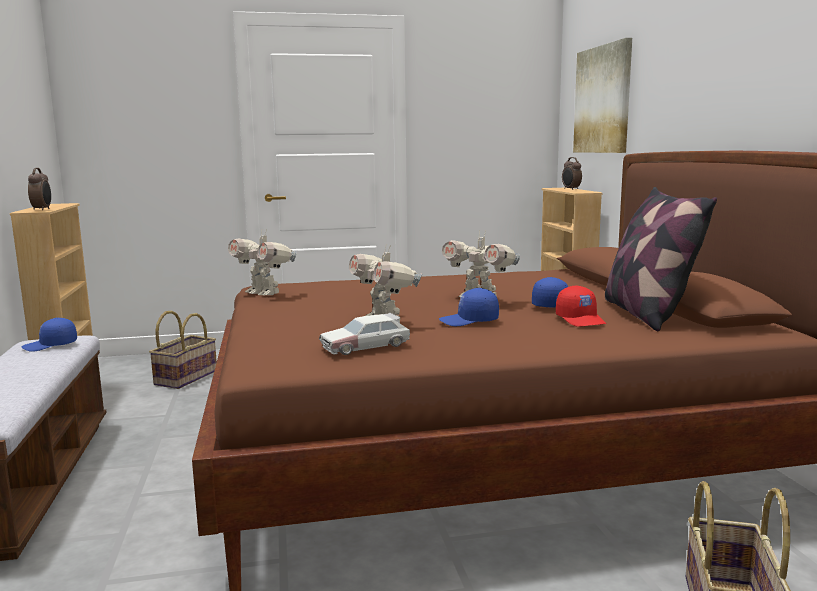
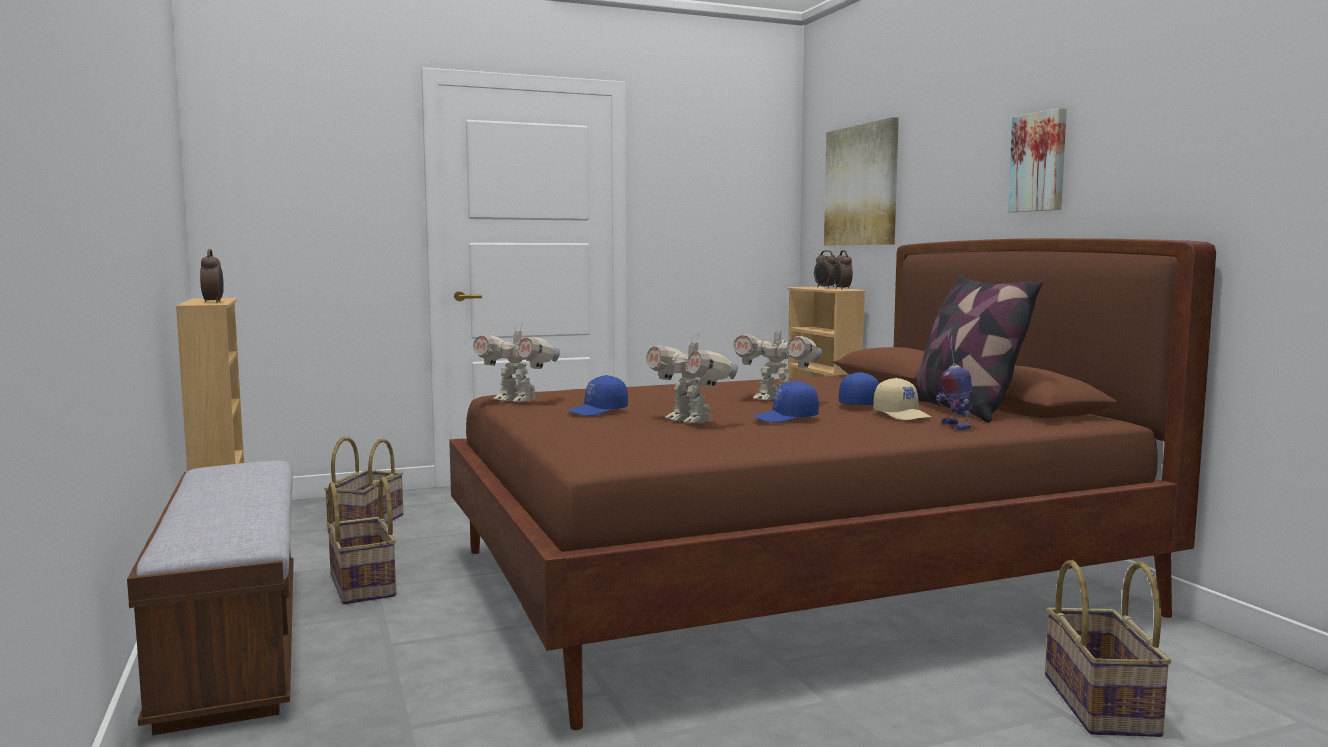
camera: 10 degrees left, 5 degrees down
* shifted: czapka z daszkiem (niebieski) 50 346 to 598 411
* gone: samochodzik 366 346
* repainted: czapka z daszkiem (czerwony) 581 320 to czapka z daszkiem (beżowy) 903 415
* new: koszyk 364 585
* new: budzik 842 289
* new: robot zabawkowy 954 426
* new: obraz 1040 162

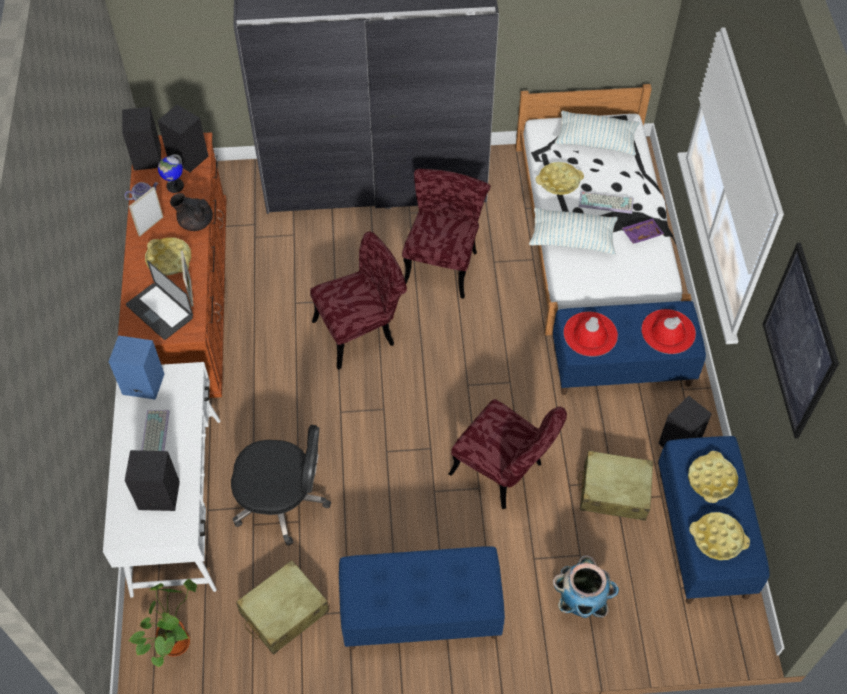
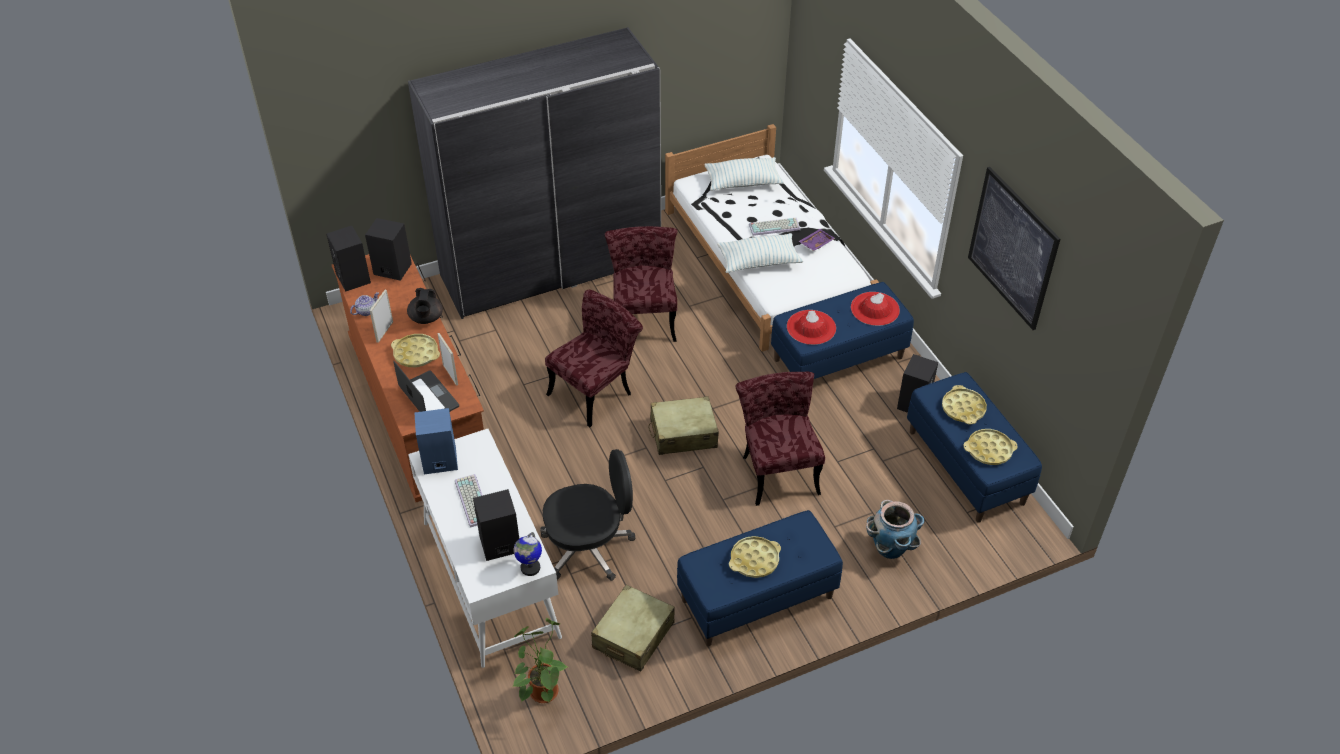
camera: 20 degrees left, 10 degrees down
* rotated: laptop 160 312 = 429 397 150 degrees counterclockwise
* shifted: globus 175 186 to 530 568
* rotated: imbryk (czarny) 195 222 = 426 318 90 degrees counterclockwise
* rotated: krzesło (czerwony) 504 473 = 777 468 120 degrees counterclockwise
* shifted: taca (żółty) 559 181 to 754 560
* shifted: walizka (beżowy) 614 491 to 683 433

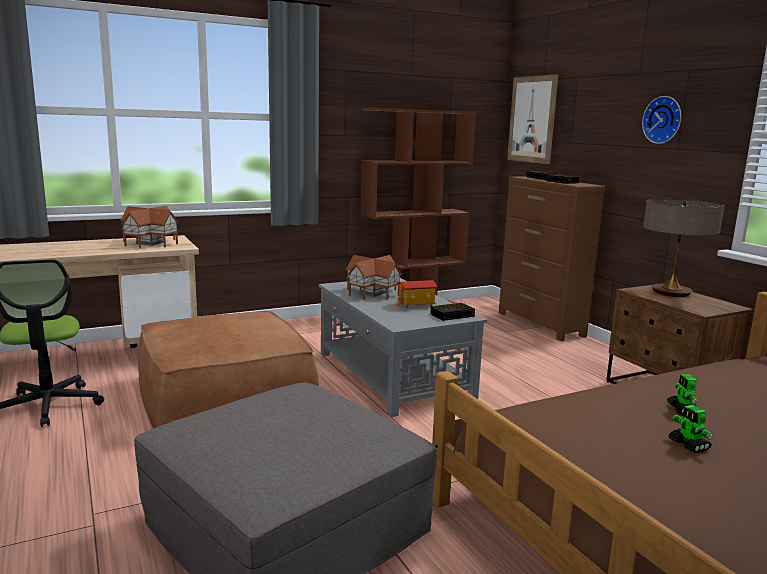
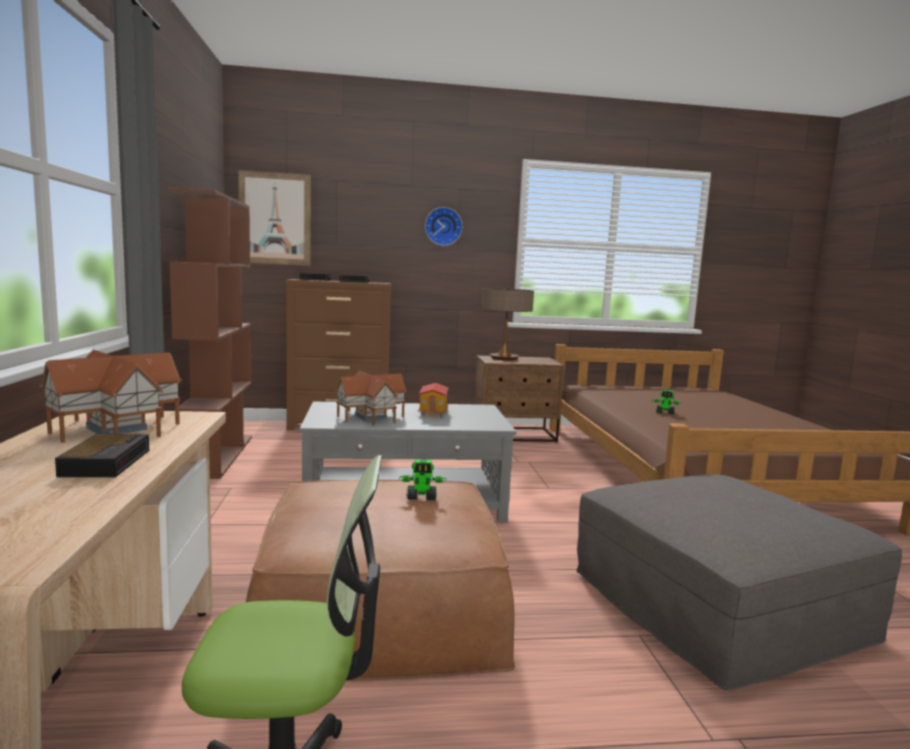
camera: 70 degrees left, 5 degrees down
* shifted: budzik 453 315 to 107 462
* shifted: robot zabawkowy 689 445 to 421 497

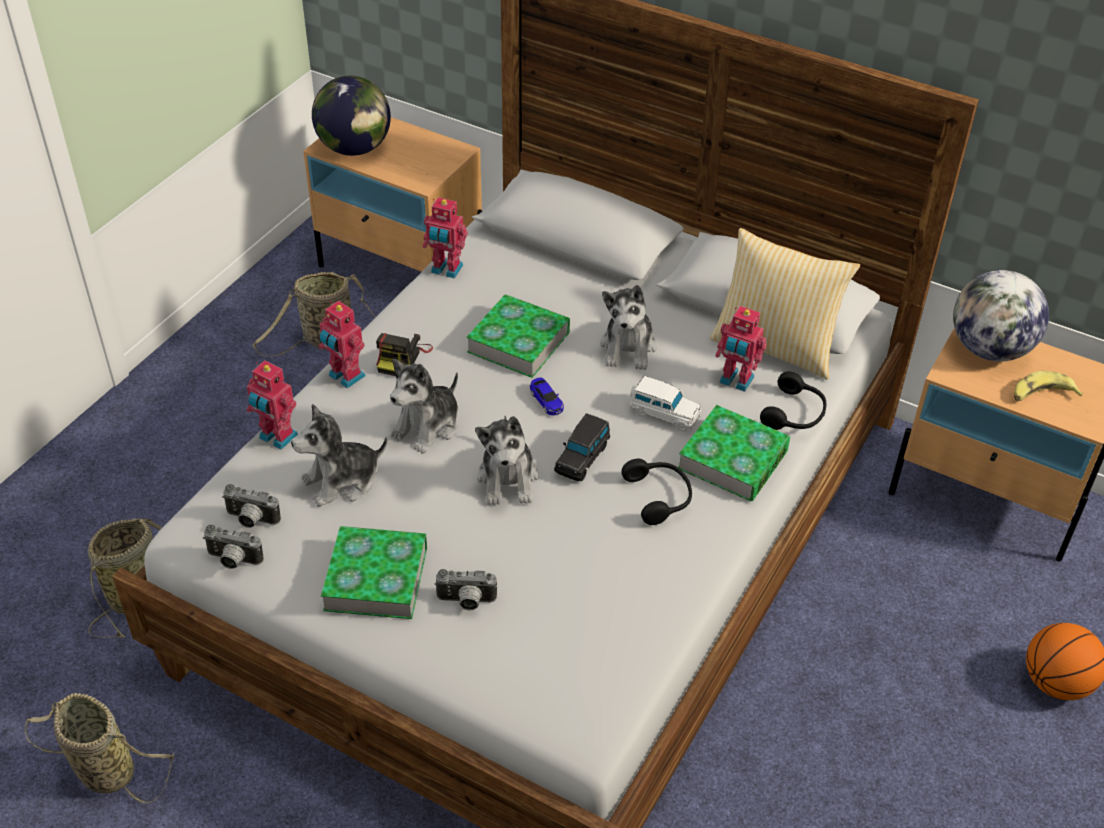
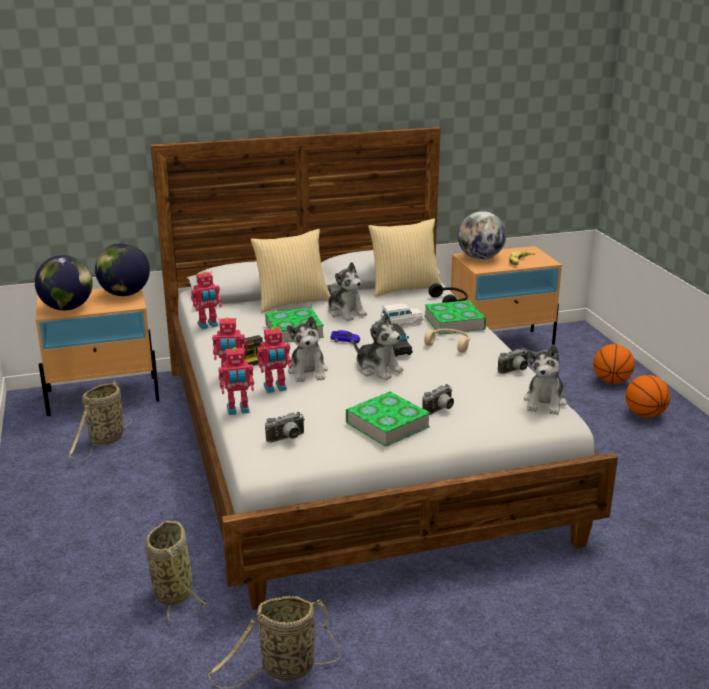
camera: 45 degrees left, 20 degrees down
* shifted: aparat fotograficzny 233 561 to 515 371
* shifted: pluszak 342 481 to 545 402
* repainted: słuchawki (czarny) 659 497 to słuchawki (beżowy) 449 344
* shifted: robot zabawkowy 735 381 to 275 388
* new: globus 124 294
* new: poduszka 291 302
* new: piłka do koszykówki 644 415

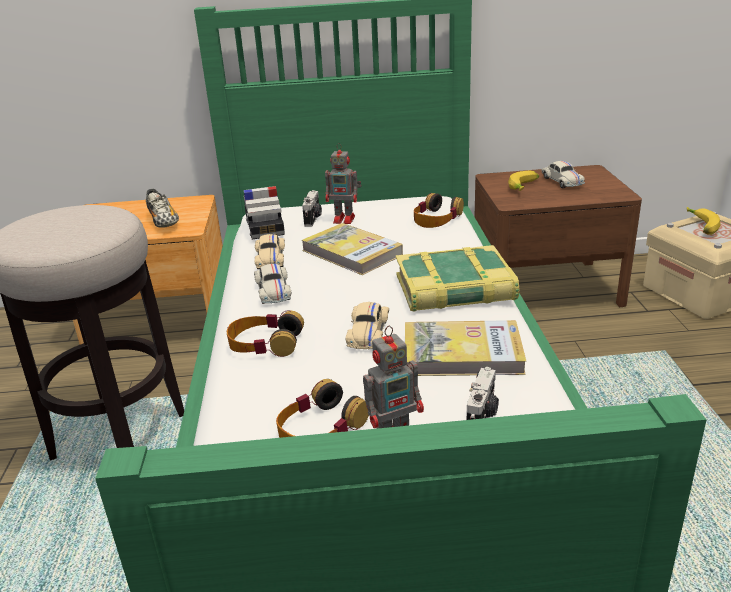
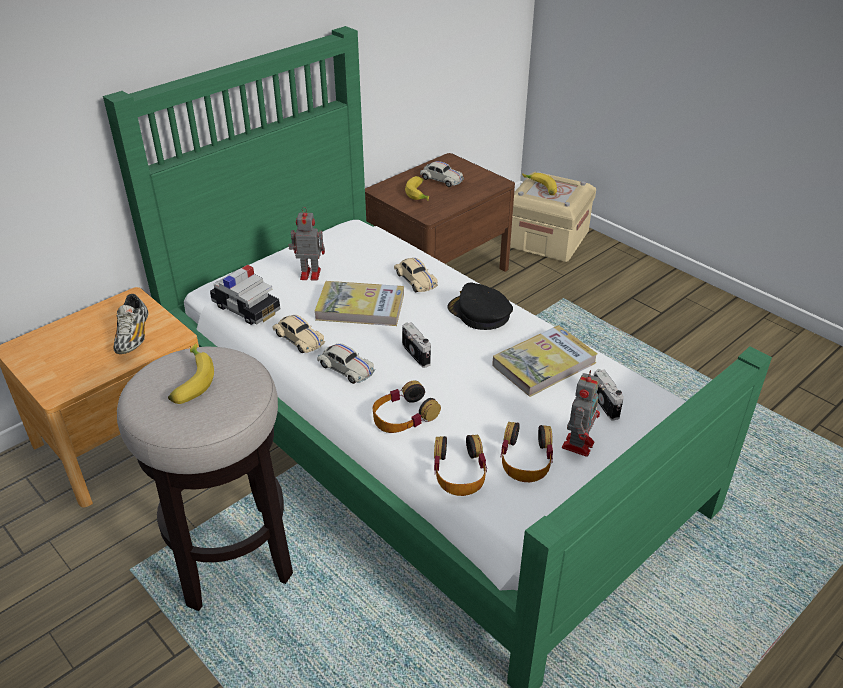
camera: 40 degrees left, 10 degrees up
* rotated: but 163 222 = 133 337 60 degrees clockwise
* shifted: aparat fotograficzny 313 219 to 417 354
* rotated: robot zabawkowy 345 219 = 309 274 150 degrees counterclockwise
* shifted: samochodzik (beżowy) 368 333 to 415 280
* swapped: książka 455 289 to czapka z daszkiem (czarny) 479 313
* shifted: słuchawki 436 218 to 459 471
* new: banan 190 381

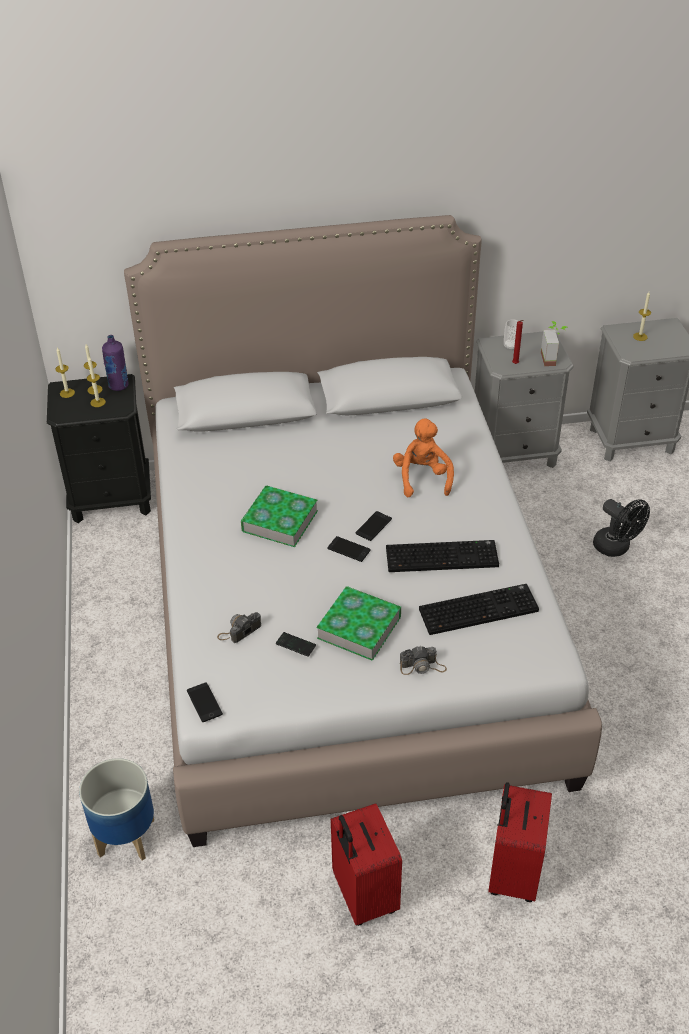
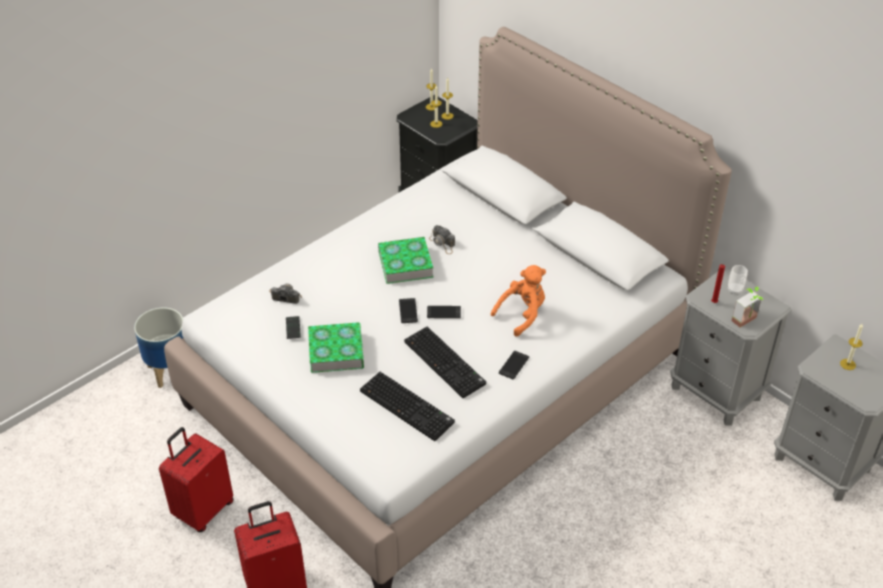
camera: 55 degrees right, 0 degrees up
* gone: butelka (fioletowy) 118 386
* shifted: telefon 204 702 to 514 365
* shifted: aparat fotograficzny 422 666 to 442 243
* gone: wentylator (czarny) 616 548

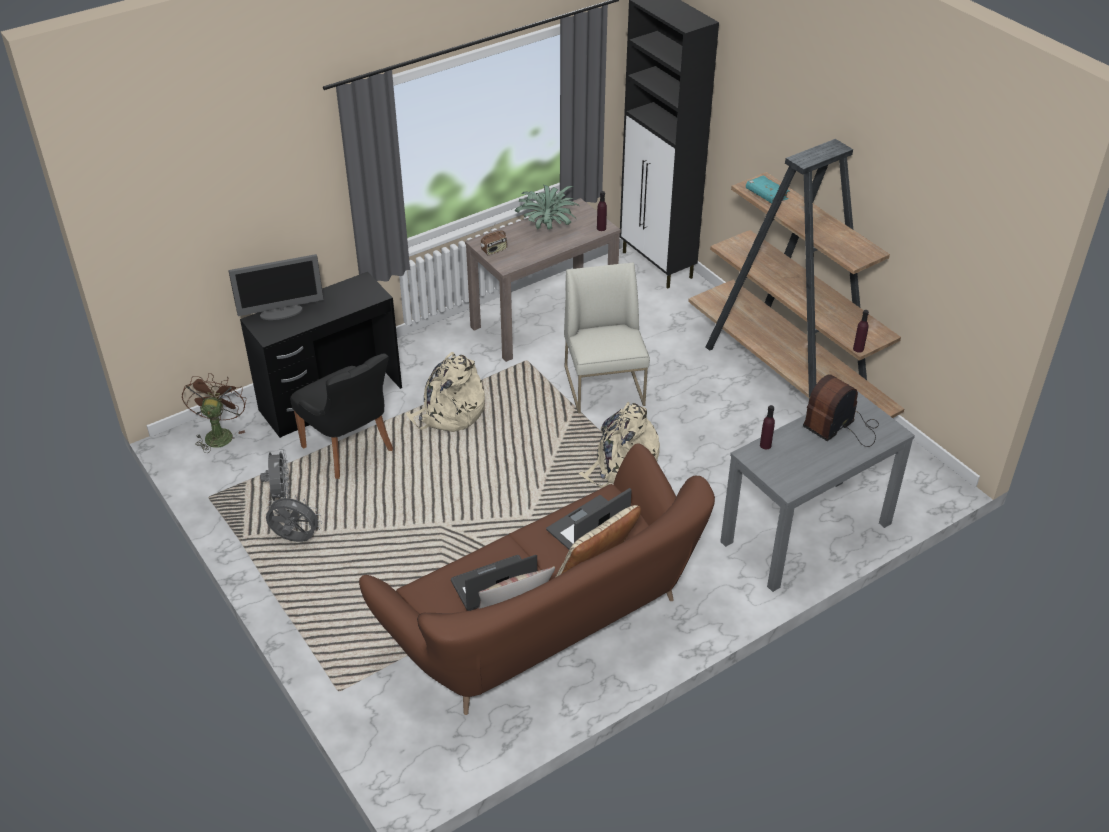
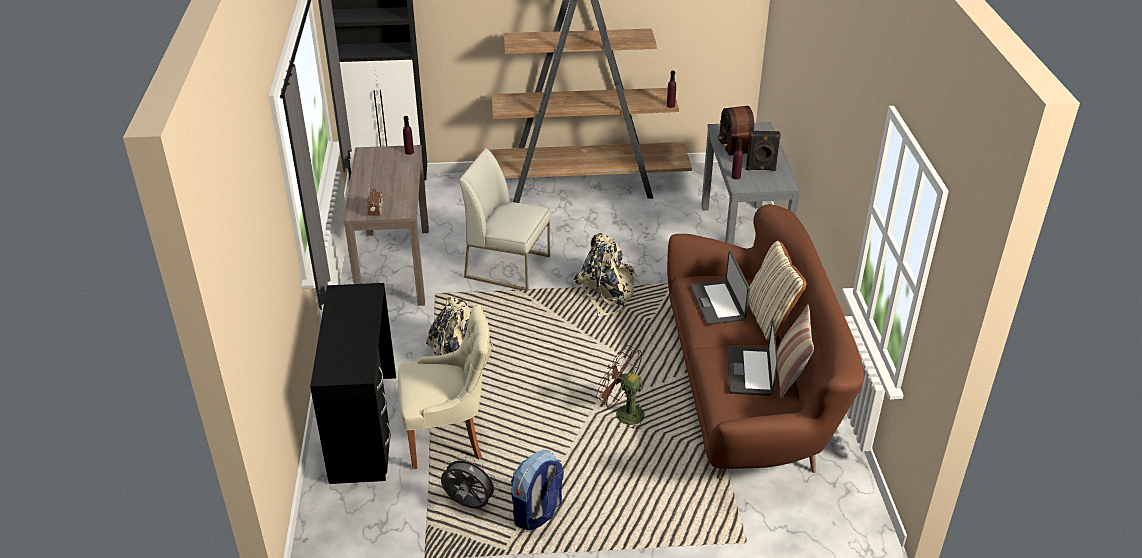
camera: 60 degrees left, 5 degrees down
* shifted: wentylator (brązowy) 219 434 to 623 413
* gone: monitor 281 313
* swapped: wentylator (szary) 295 539 to plecak 537 513
* repainted: krzesło (czarny) 350 450 to krzesło (beżowy) 448 437
* gone: roślina doniczkowa 548 227
* gone: książka (turkusowy) 766 195
* new: głośnik (czarny) 760 169

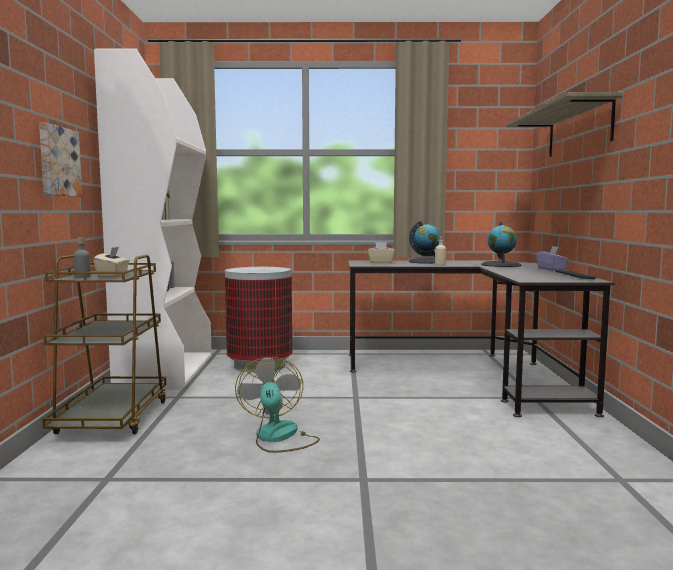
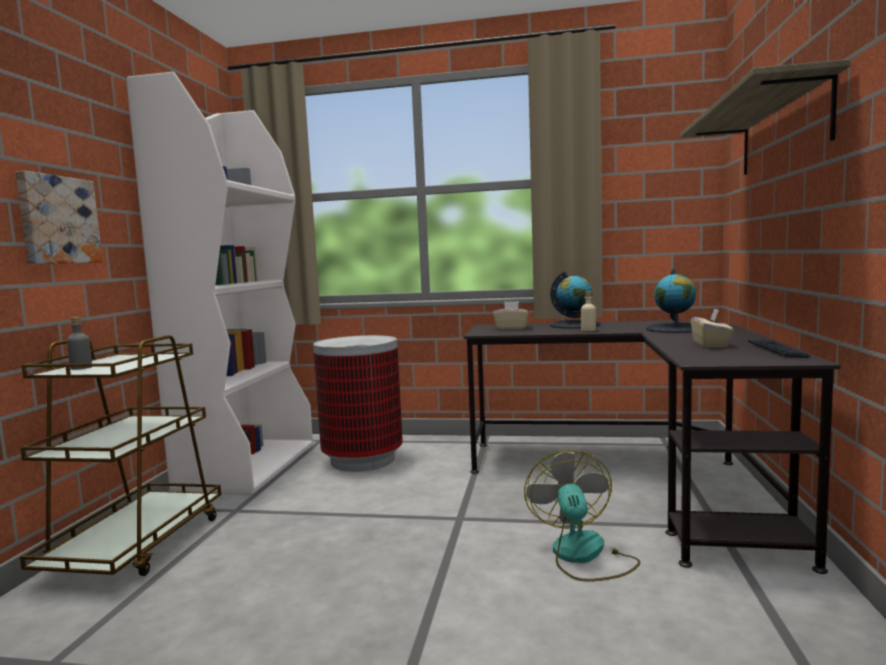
camera: 10 degrees right, 0 degrees up
* shifted: pudełko chusteczek (beżowy) 113 275 to 711 344
* shifted: wentylator 278 437 to 583 556
* gone: pudełko chusteczek (fioletowy) 551 269

